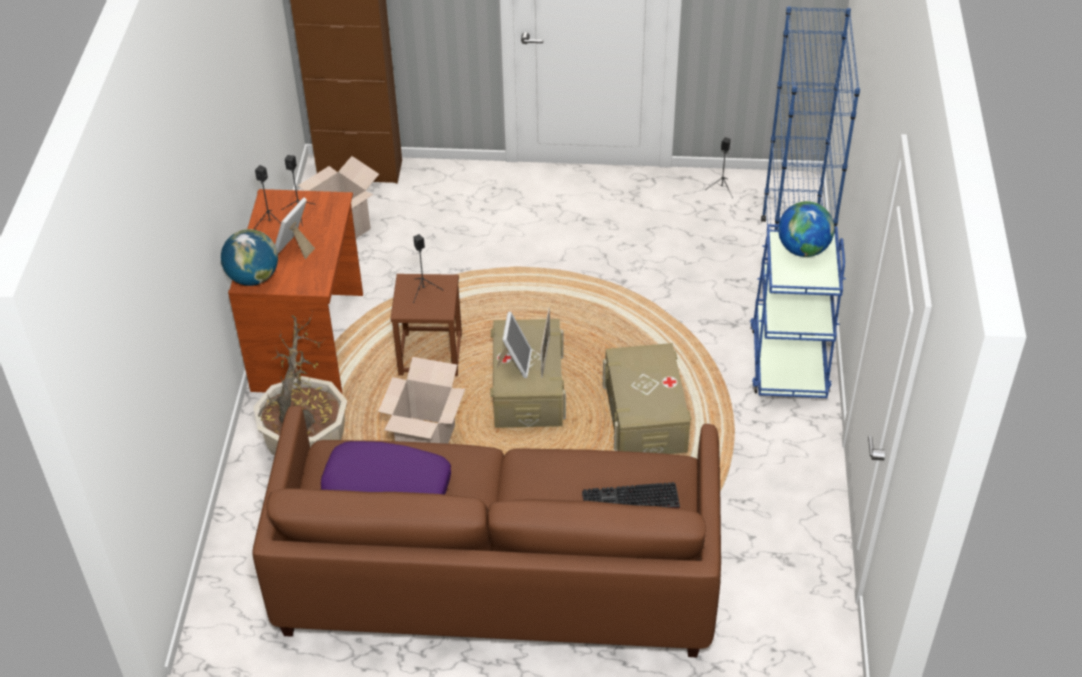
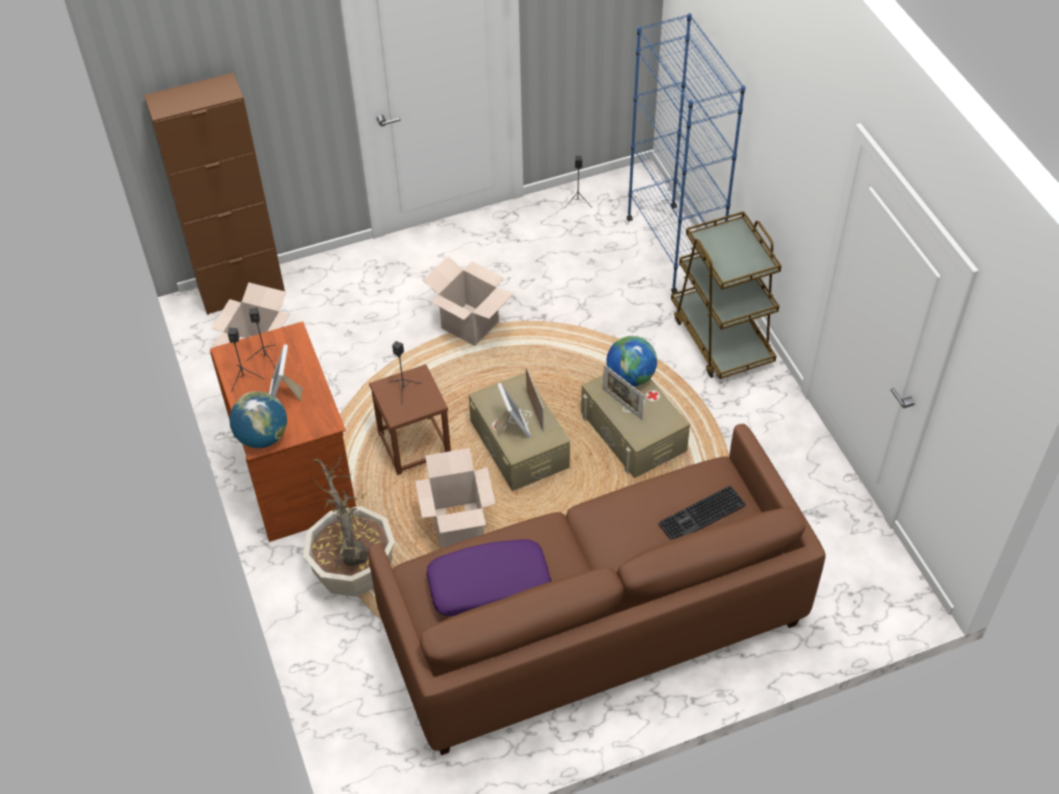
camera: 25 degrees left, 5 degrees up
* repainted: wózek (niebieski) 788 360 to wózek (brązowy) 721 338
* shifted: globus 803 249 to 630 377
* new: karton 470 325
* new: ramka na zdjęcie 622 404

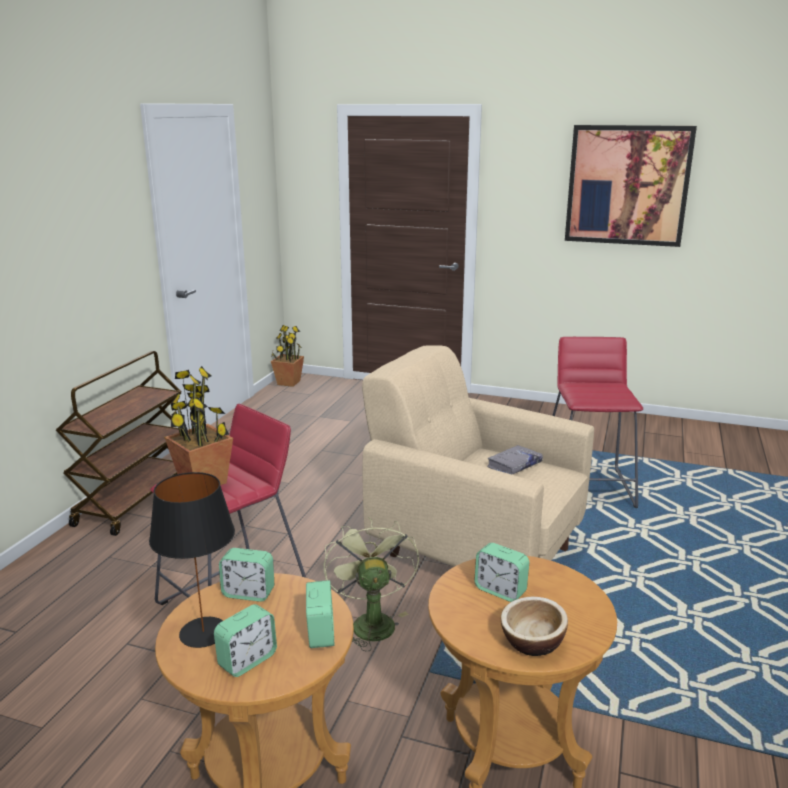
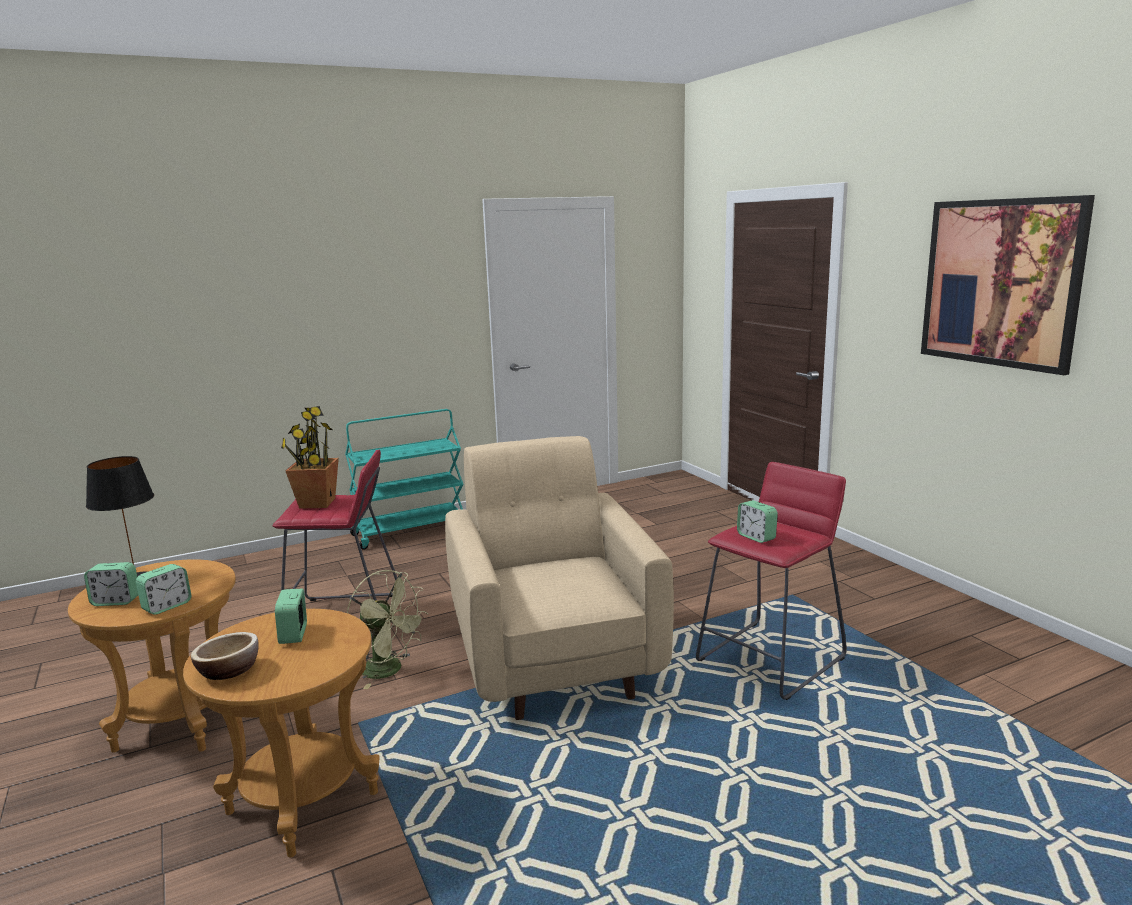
camera: 45 degrees right, 5 degrees down
* repainted: wózek (brązowy) 134 500 to wózek (turkusowy) 410 531
* shifted: budzik 248 593 to 756 537
* gone: roślina doniczkowa 288 383
* rotated: wentylator (zielony) 370 621 = 389 671 90 degrees clockwise
* gone: książka (szary) 514 465

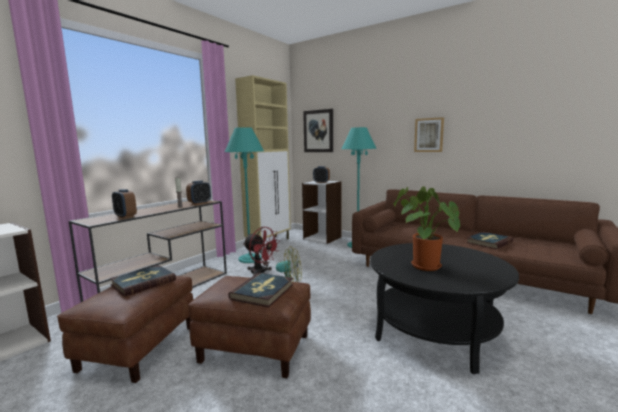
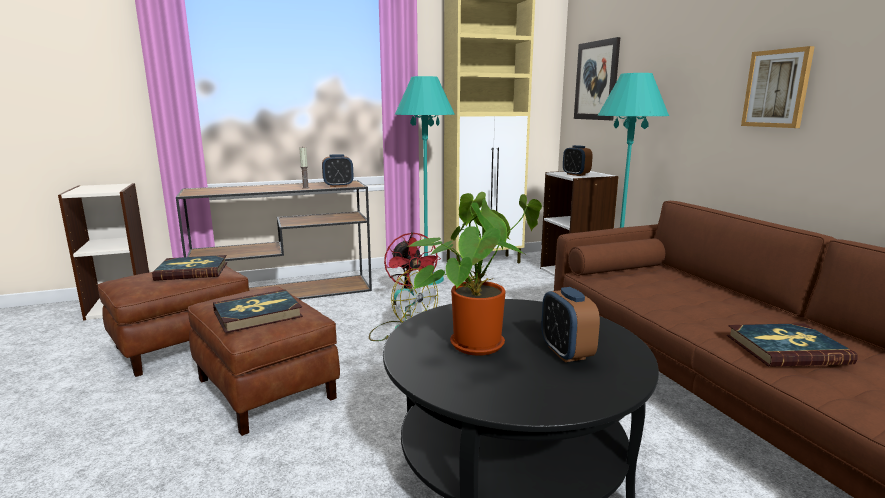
camera: 35 degrees right, 5 degrees up
* shifted: budzik 125 216 to 566 352

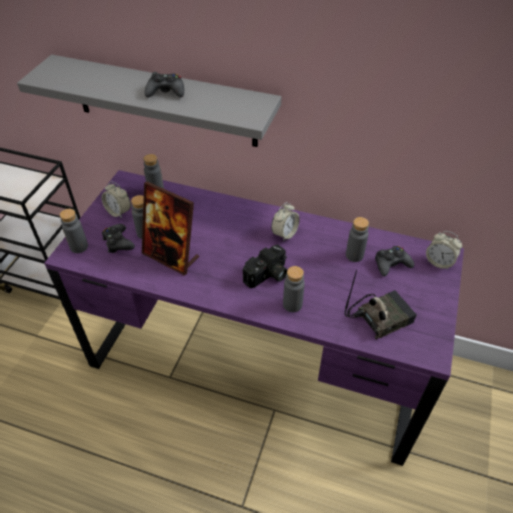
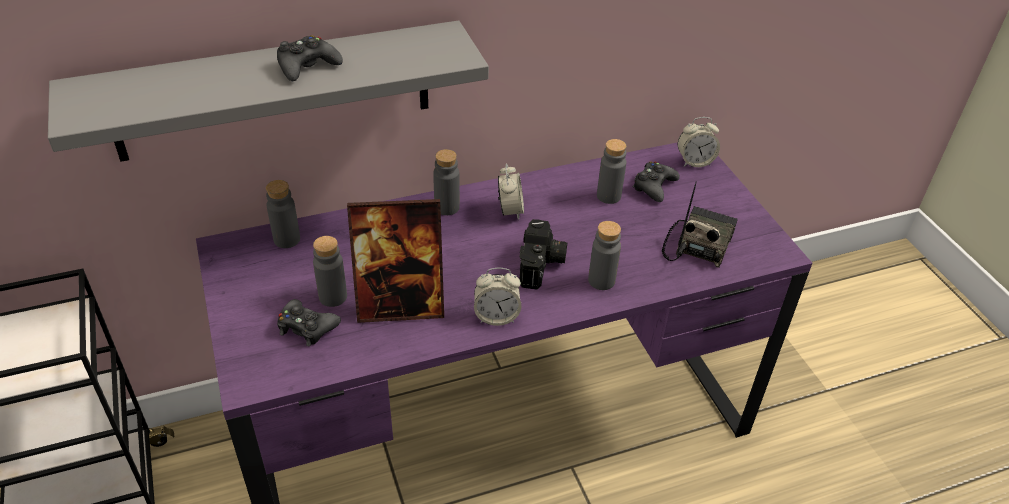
camera: 40 degrees left, 5 degrees down
* shifted: butelka (szary) 79 246 to 447 207
* shifted: budzik 118 212 to 496 316

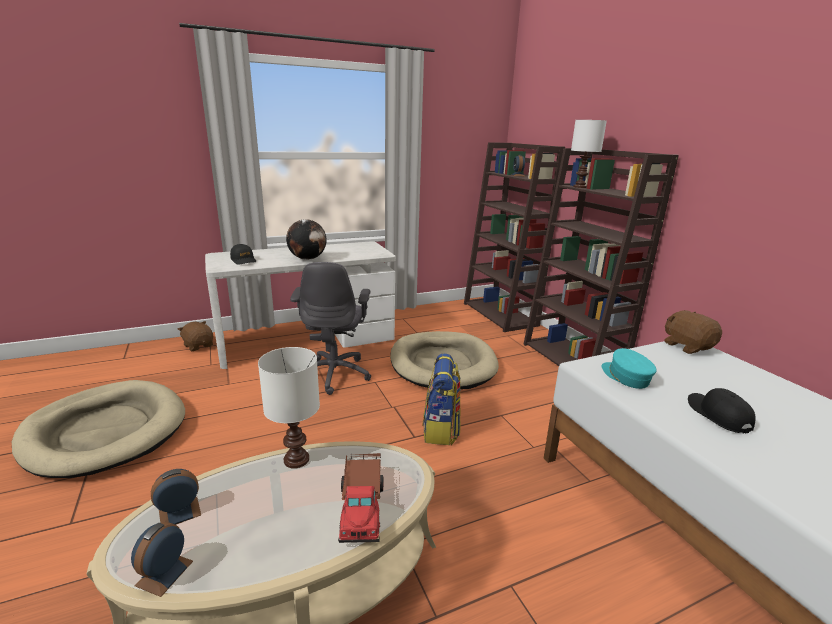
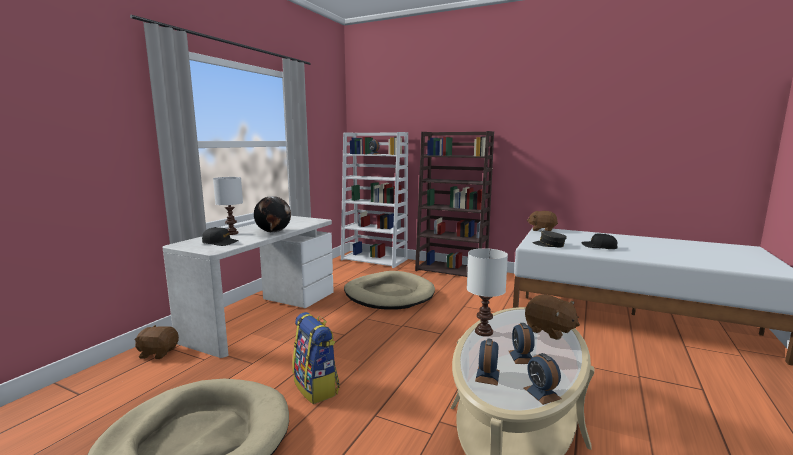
camera: 40 degrees left, 10 degrees down
* gone: krzesło biurowe (szary) 334 374
* swapped: ciężarówka zabawkowa 362 505 to pluszak (brązowy) 549 331
* shifted: plecak 441 429 to 317 387
* repainted: regał (brązowy) 500 314 to regał (biały) 375 259
* shifted: lampa stołowa (biały) 579 187 to 231 233
* repainted: czapka z daszkiem (turkusowy) 625 376 to czapka z daszkiem (szary) 549 245
* new: budzik 521 357

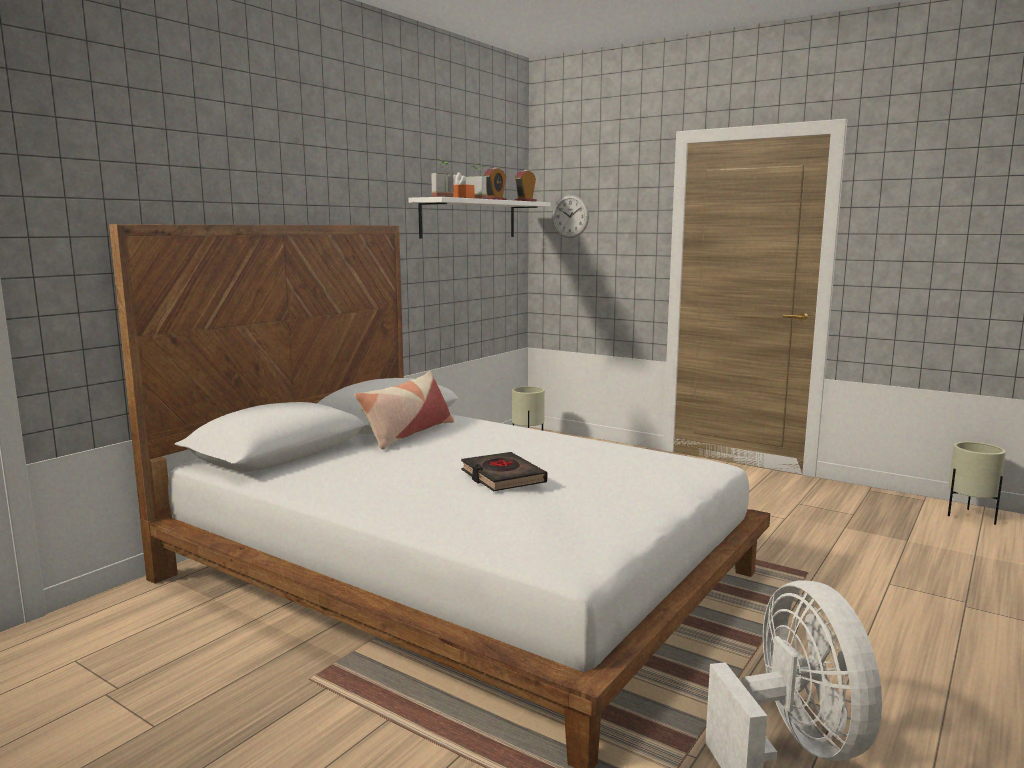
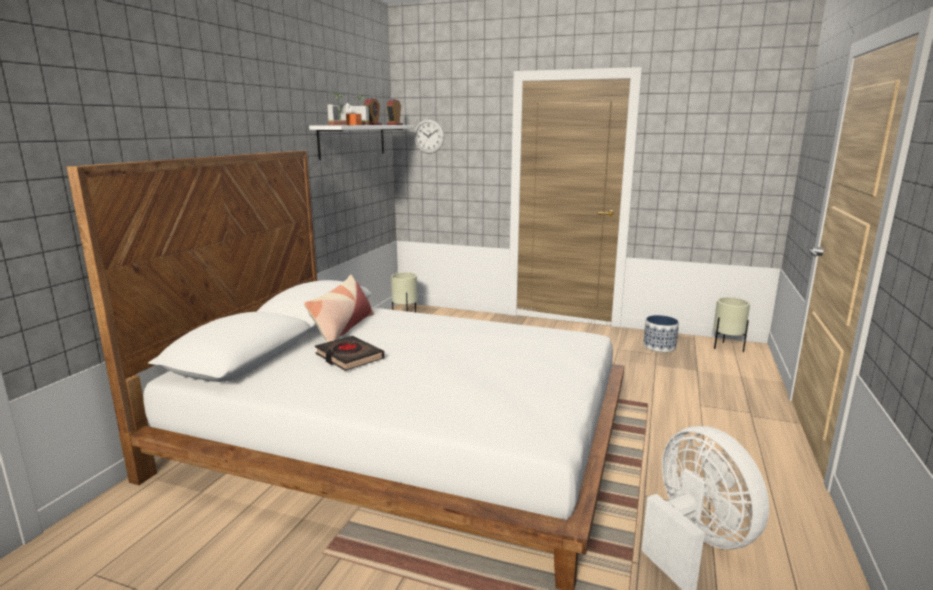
camera: 15 degrees left, 5 degrees up
* shifted: książka (czarny) 502 477 to 349 357
* new: donica 659 347

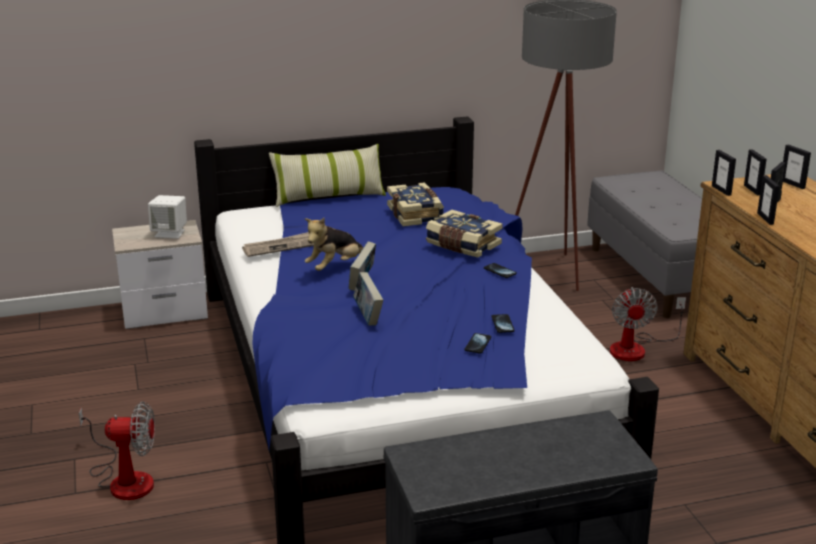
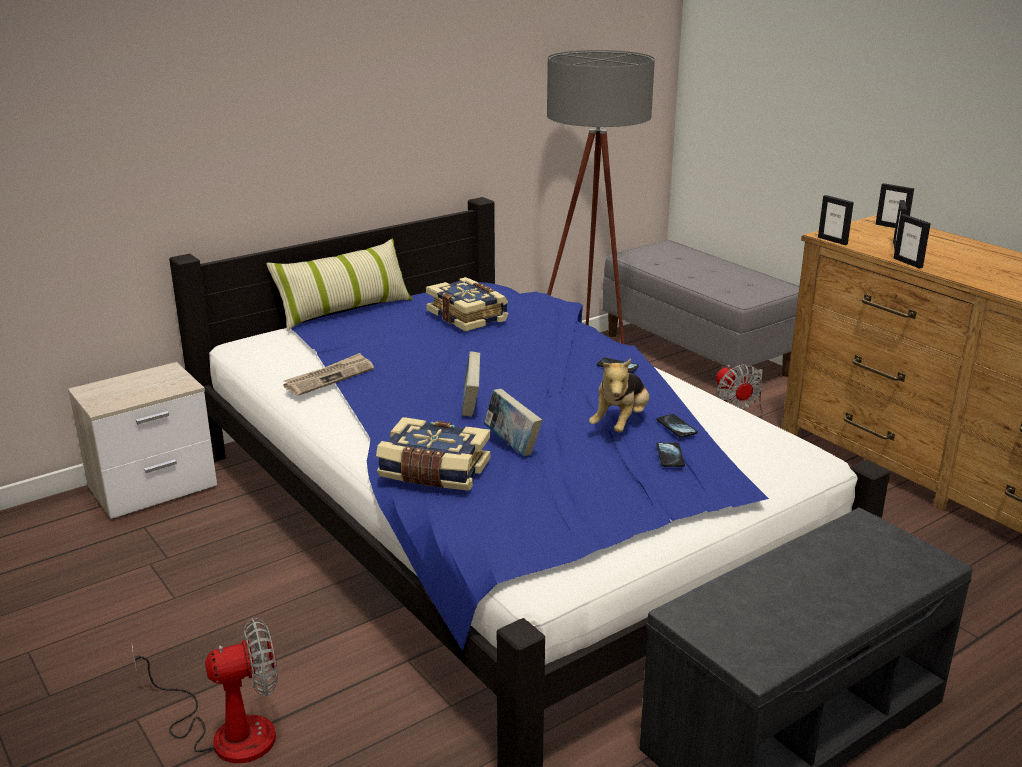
camera: 20 degrees left, 0 degrees up
* gone: głośnik (biały) 170 233
* shifted: pluszak 335 267 to 621 423
* shifted: książka 462 245 to 434 471
* gone: ramka na zdjęcie 752 190

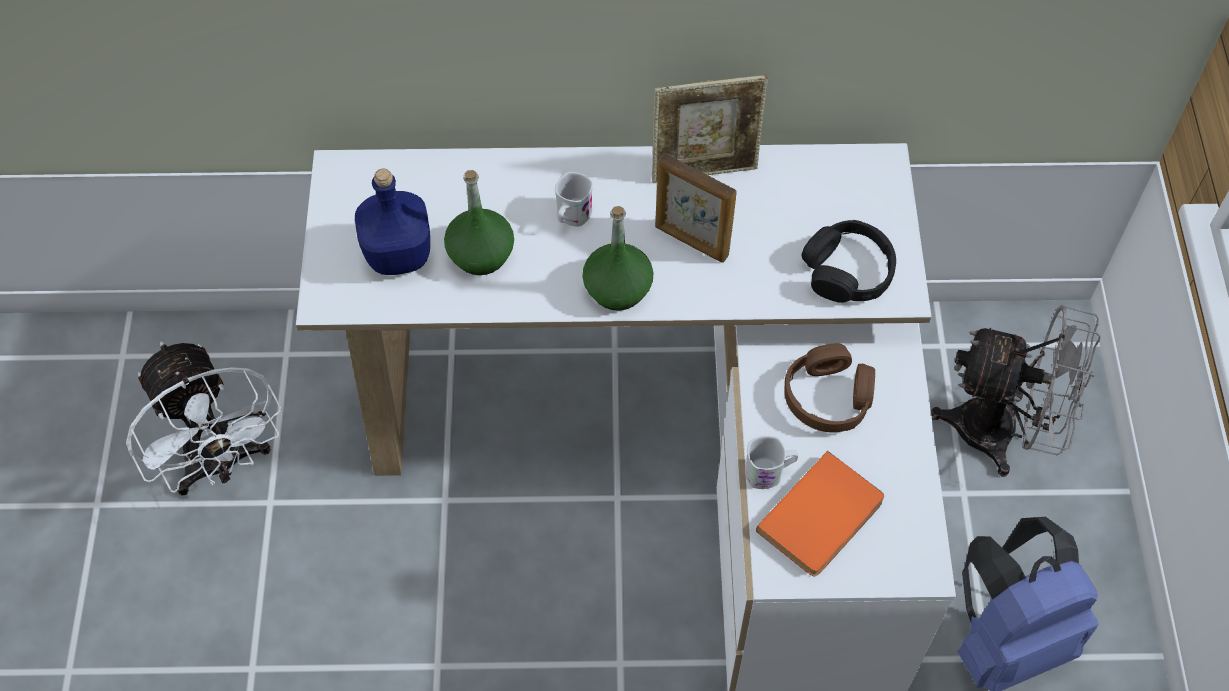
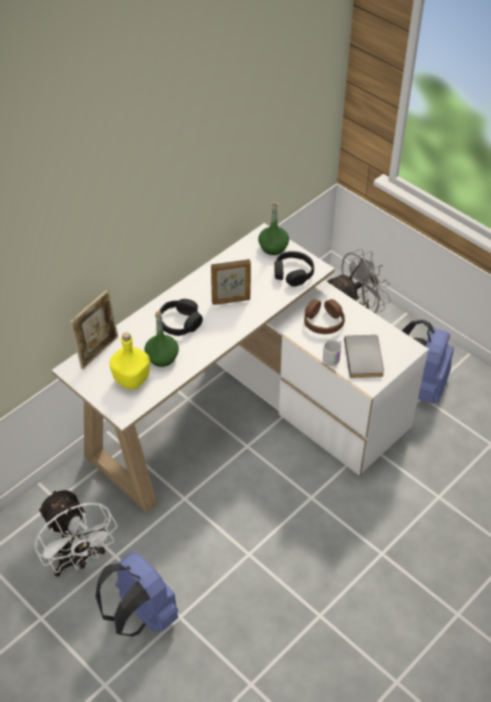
camera: 45 degrees left, 10 degrees down
* rotated: wentylator (biały) 222 465 = 78 560 45 degrees clockwise
* repainted: butelka (niebieski) 399 256 to butelka (żółty) 132 379
* swapped: kubek (biały) 571 217 to słuchawki (czarny) 180 322
* shifted: butelka (zielony) 617 289 to 273 247
* shifted: ramka na zdjęcie 704 170 to 98 351
* repainted: książka (pomarańczowy) 823 519 to książka (szary) 365 358
* new: plecak (niebieski) 141 615

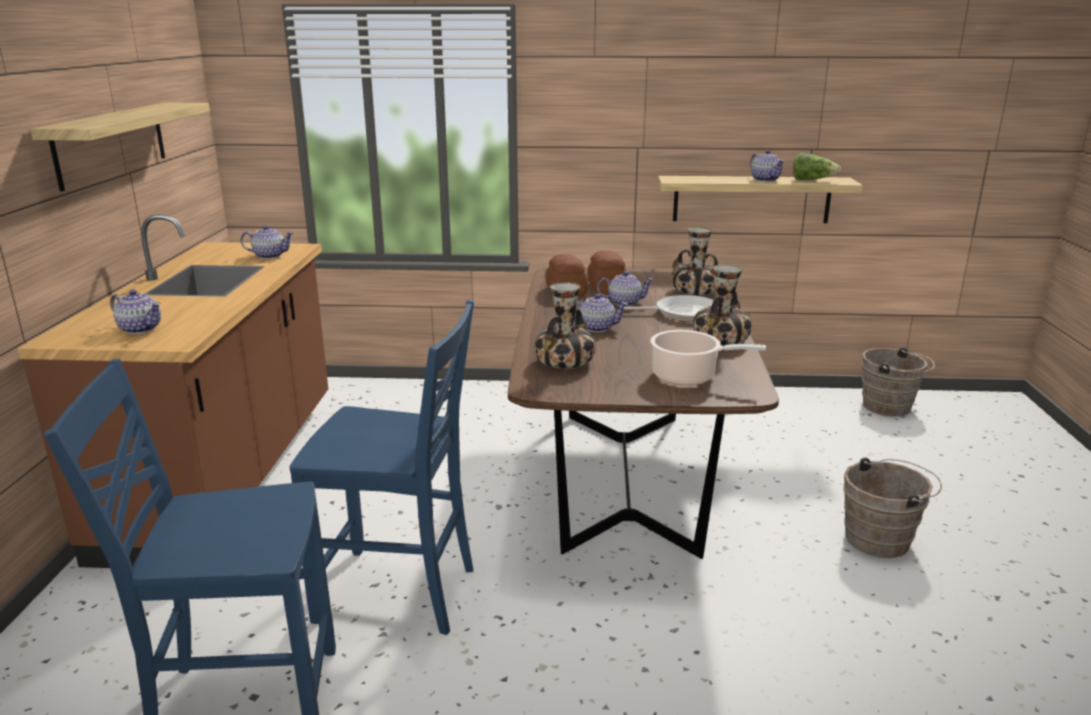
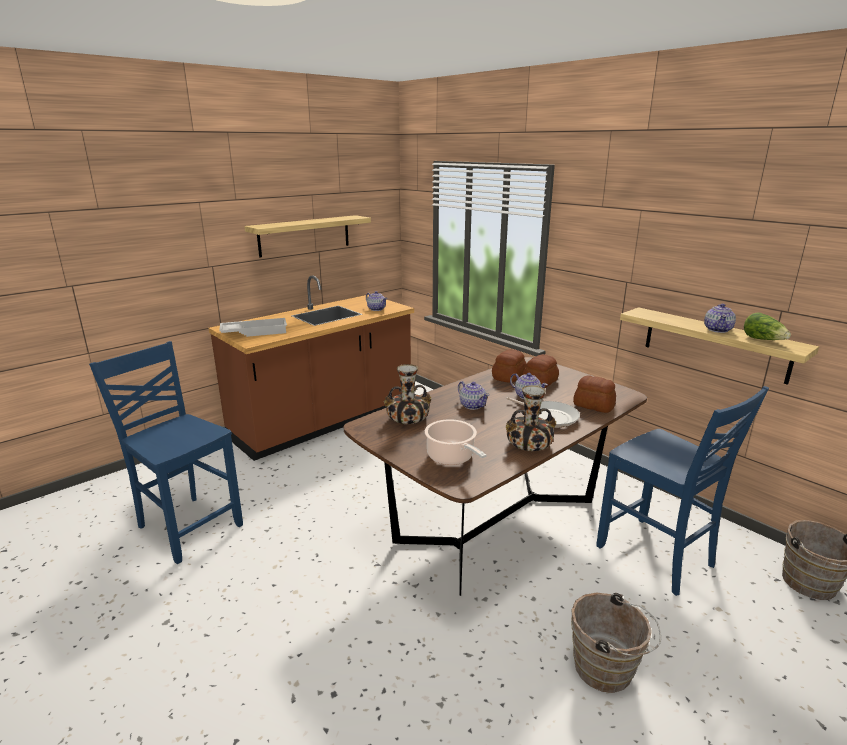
camera: 45 degrees right, 0 degrees up
* swapped: imbryk 140 329 to taca (biały) 255 332
* shifted: krzesło (niebieski) 400 594 to 657 556
* swapped: wazon 694 292 to chleb 593 405

